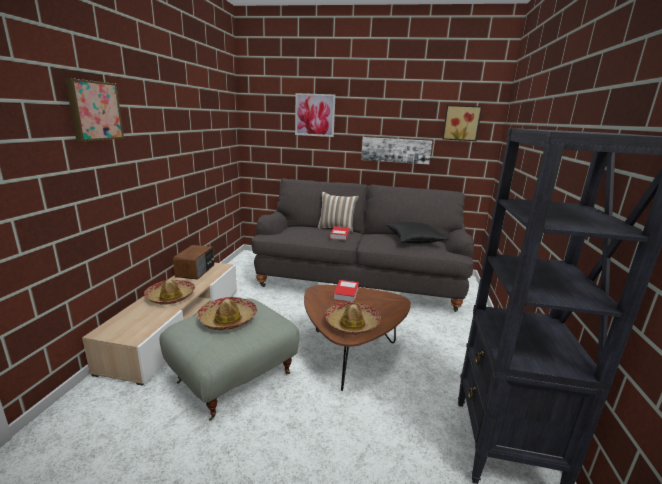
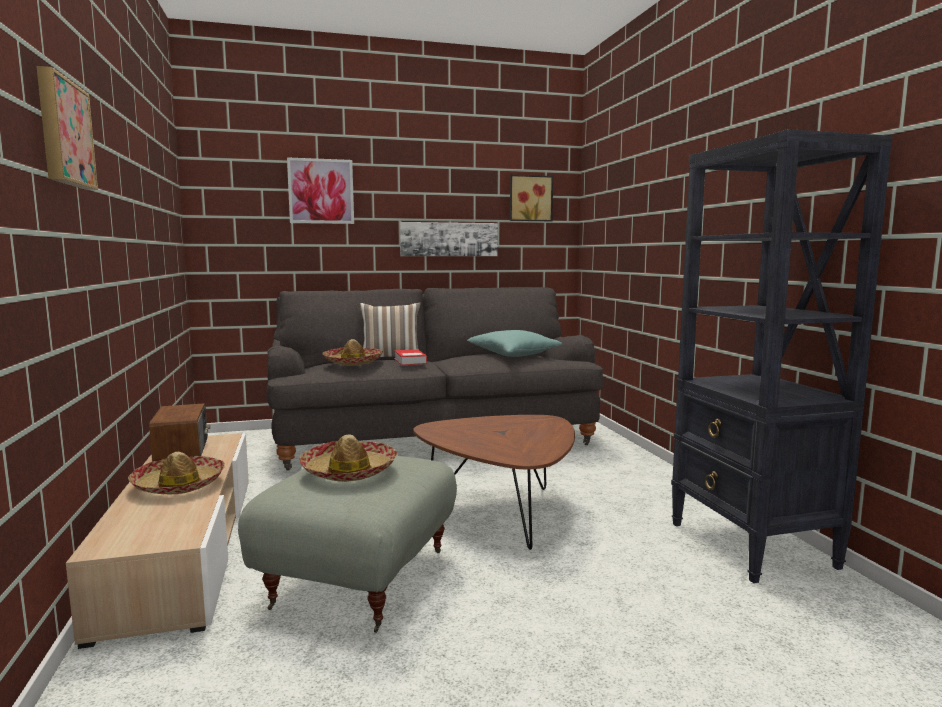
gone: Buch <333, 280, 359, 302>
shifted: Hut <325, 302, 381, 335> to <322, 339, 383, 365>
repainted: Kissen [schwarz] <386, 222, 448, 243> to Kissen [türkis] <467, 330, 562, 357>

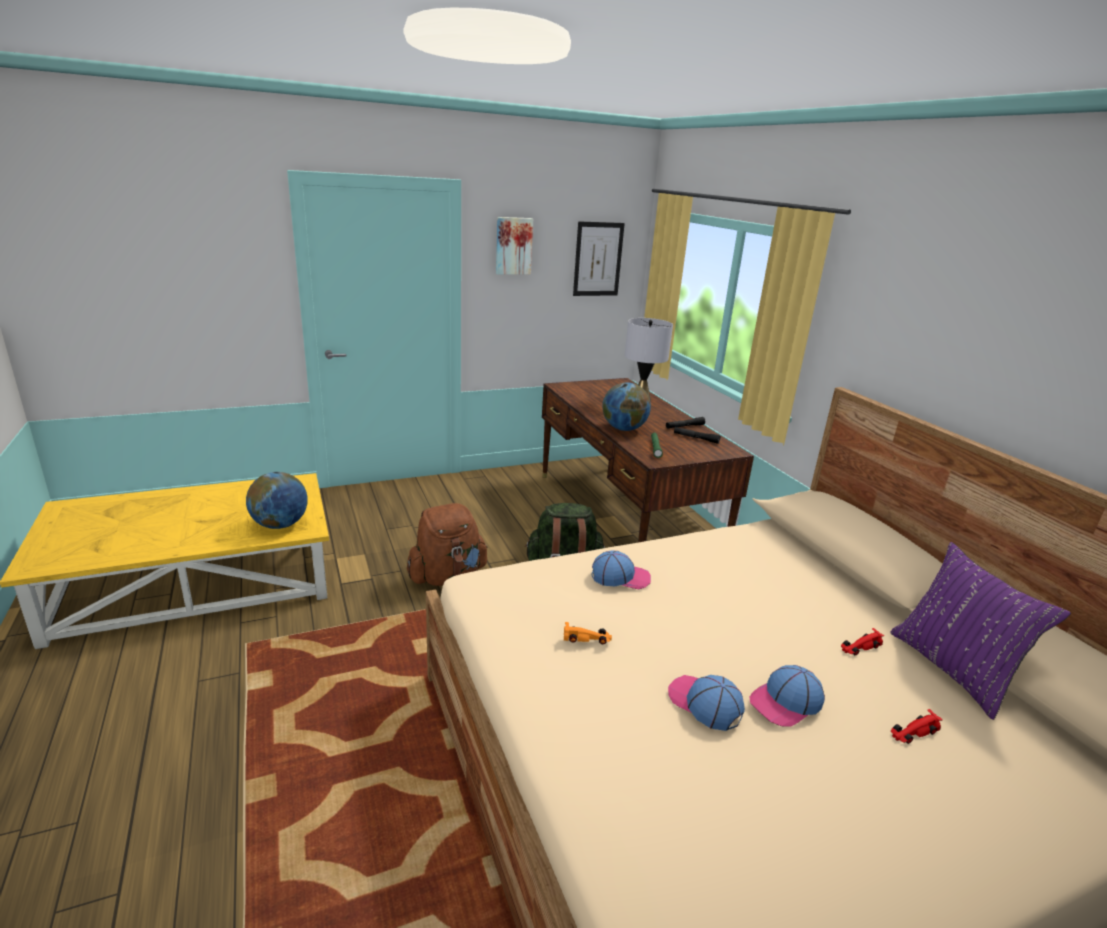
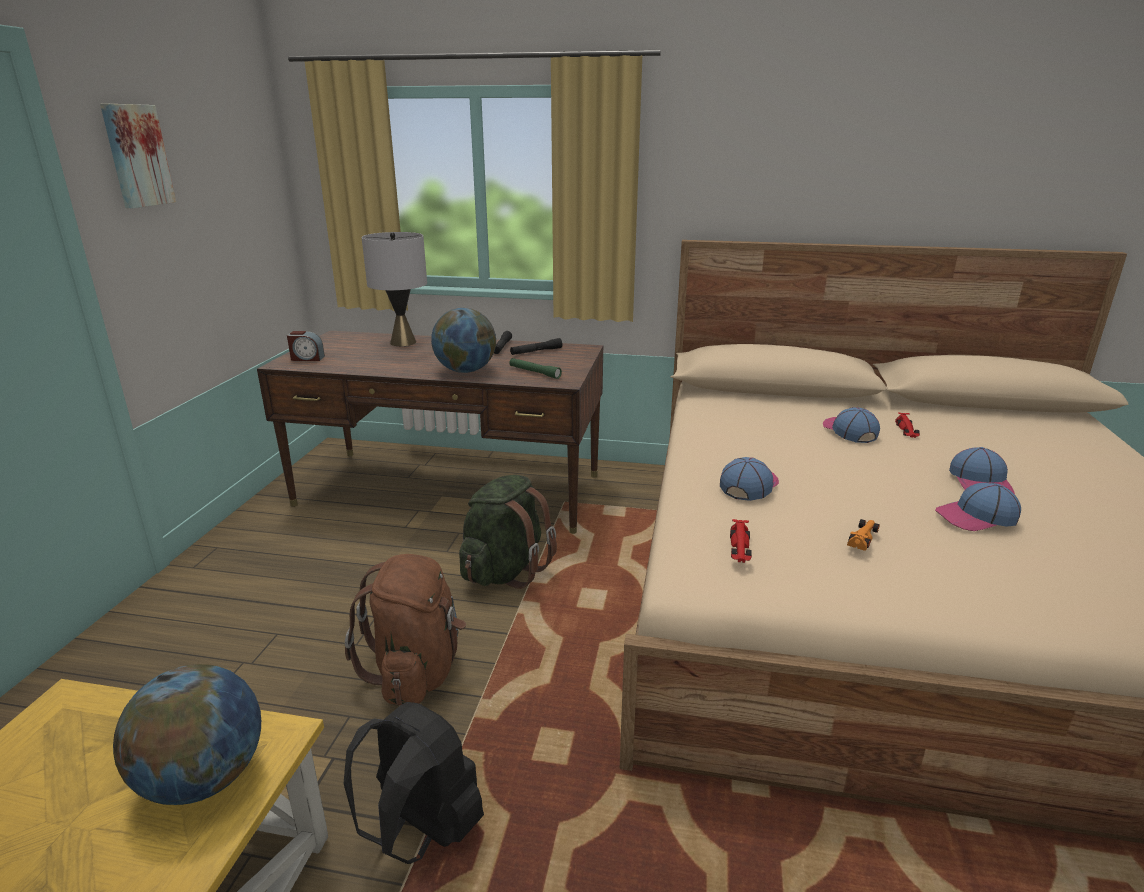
gone: Bild <573, 221, 625, 296>; Kissen [lila] <890, 542, 1071, 720>
new: Wecker <287, 331, 325, 361>; Rucksack [schwarz] <343, 702, 484, 864>; Kappe <823, 407, 880, 443>
shifted: Spielzeugauto [rot] <891, 709, 943, 744> to <730, 519, 752, 563>

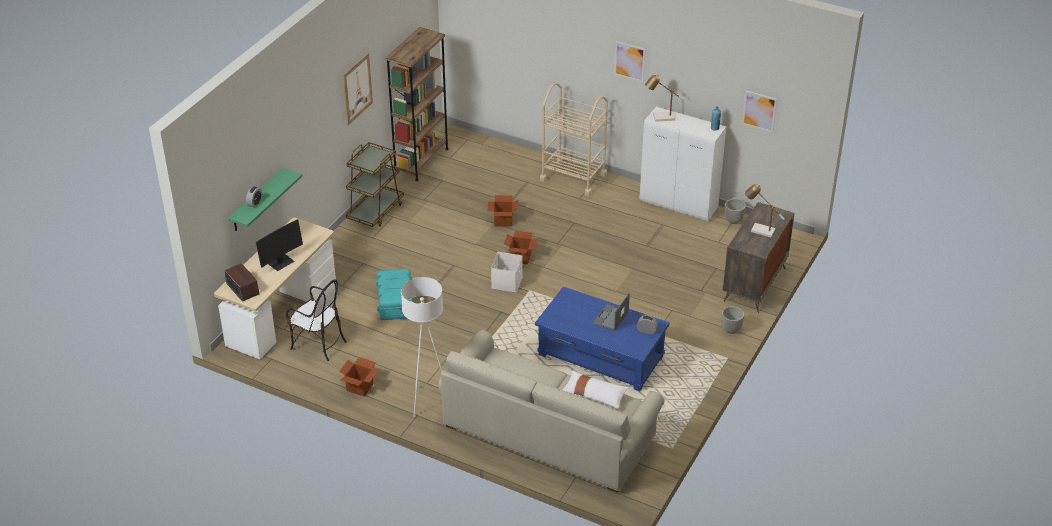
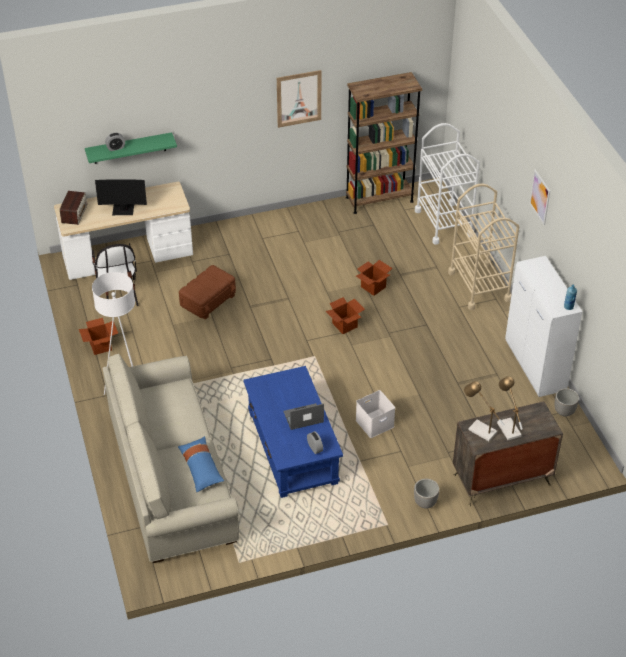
gone: Rollwagen [braun] <346, 142, 404, 227>; Bild <742, 91, 777, 133>
new: Rollwagen [weiß] <415, 123, 480, 245>
shifted: Aufbewahrungsbox [weiß] <491, 252, 523, 292> to <356, 390, 395, 438>; Tischlampe <645, 74, 684, 122> to <464, 381, 505, 441>
repainted: Aufbewahrungsbox [türkis] <375, 269, 413, 320> to Aufbewahrungsbox [braun] <179, 265, 236, 320>; Kissen [weiß] <563, 371, 628, 409> to Kissen [blau] <178, 436, 224, 492>

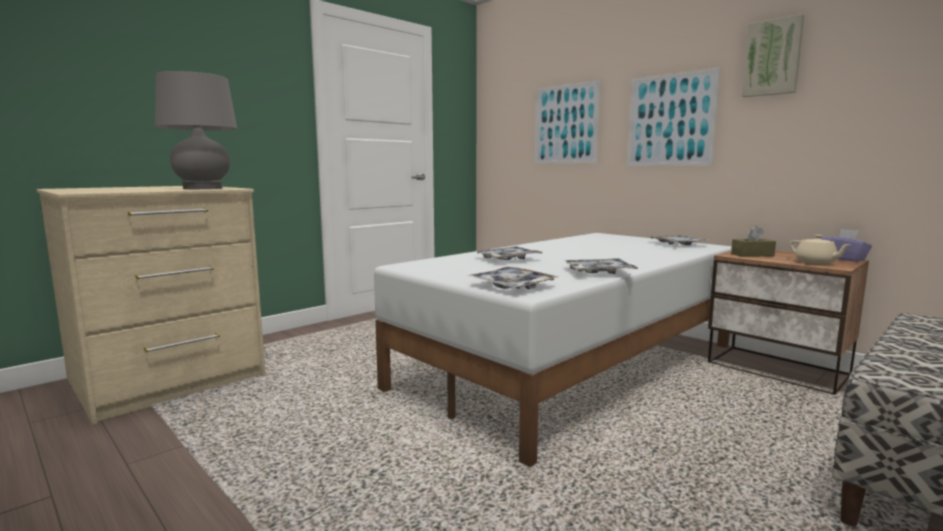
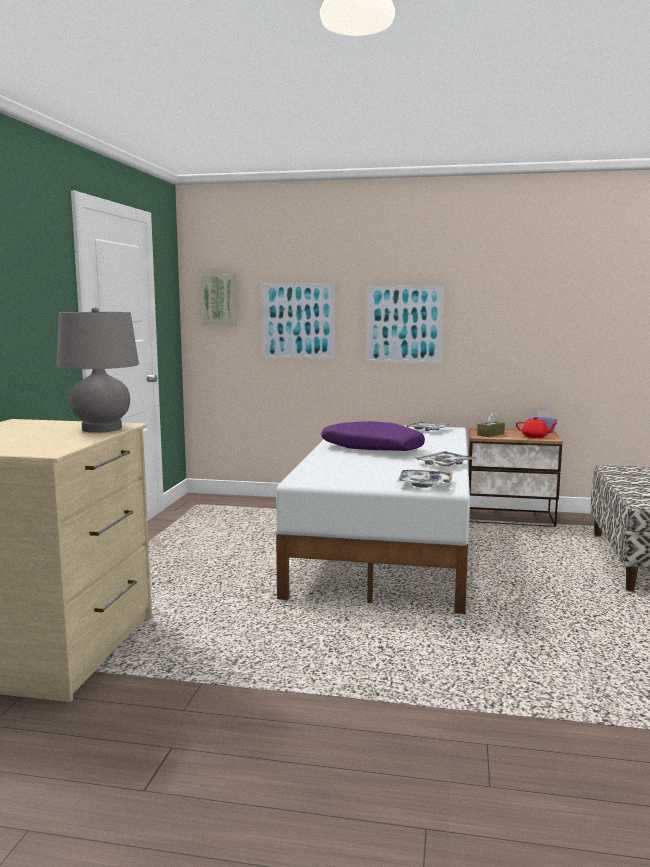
gone: Tablett <477, 246, 542, 260>
new: Kissen [lila] <321, 421, 425, 451>
shifted: Bild <742, 14, 804, 97> to <202, 274, 237, 326>
repainted: Teekanne [beige] <790, 235, 851, 264> to Teekanne [rot] <516, 417, 557, 438>

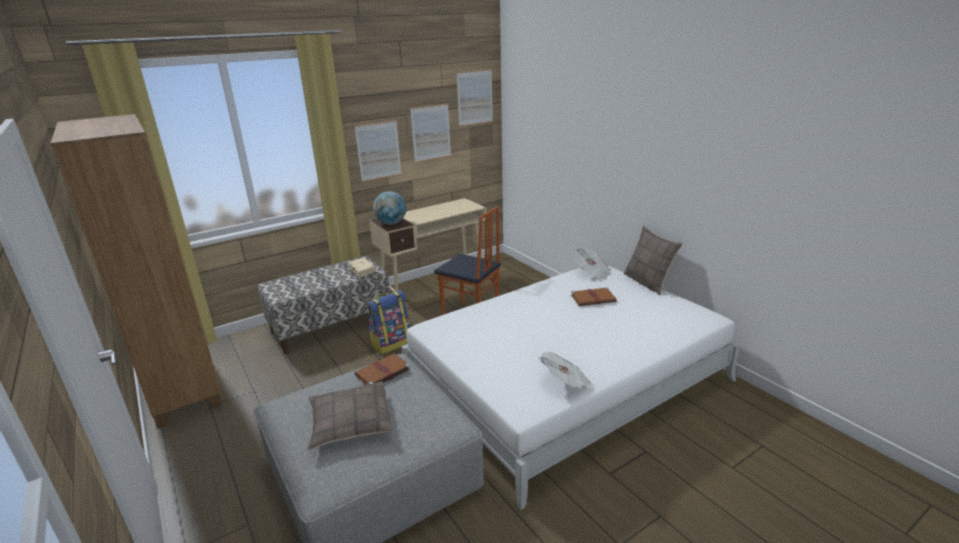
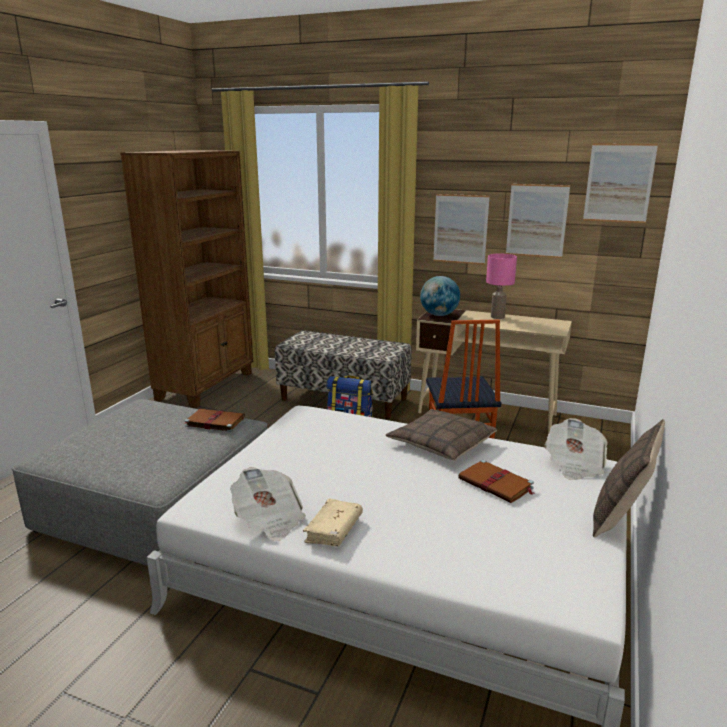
new: Tischlampe [rosa] <486, 254, 517, 319>
shifted: Kissen <307, 381, 393, 450> to <386, 409, 497, 461>; Buch [beige] <348, 258, 377, 278> to <303, 499, 363, 546>

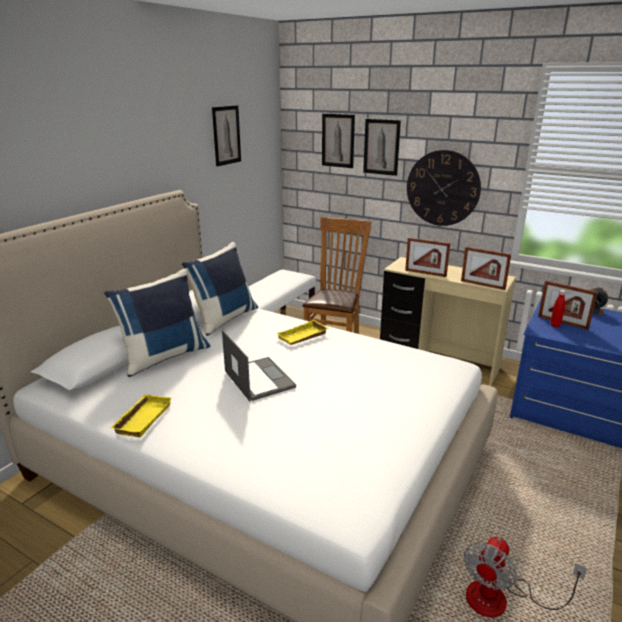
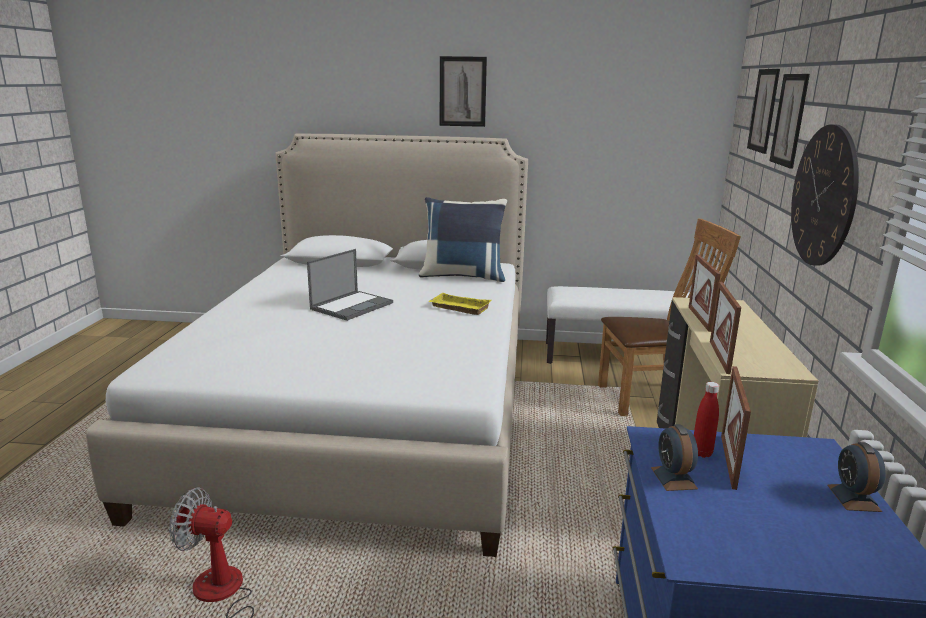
gone: Kissen [blau] <104, 269, 210, 377>; Tablett [gelb] <110, 394, 172, 437>
new: Wecker <651, 424, 698, 491>
shifted: Bild <212, 105, 241, 166> to <440, 56, 487, 127>

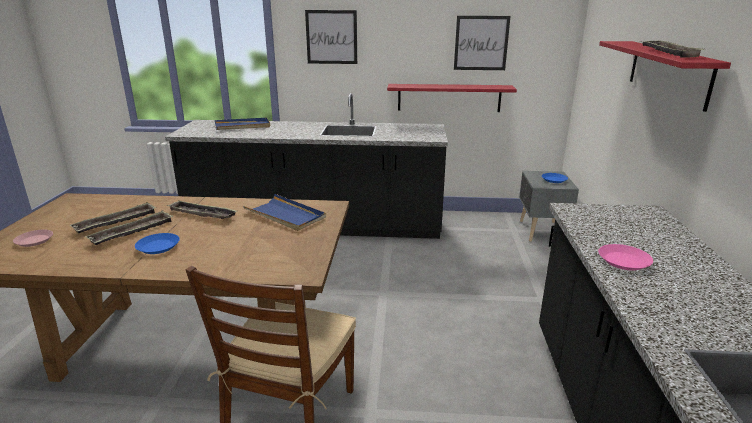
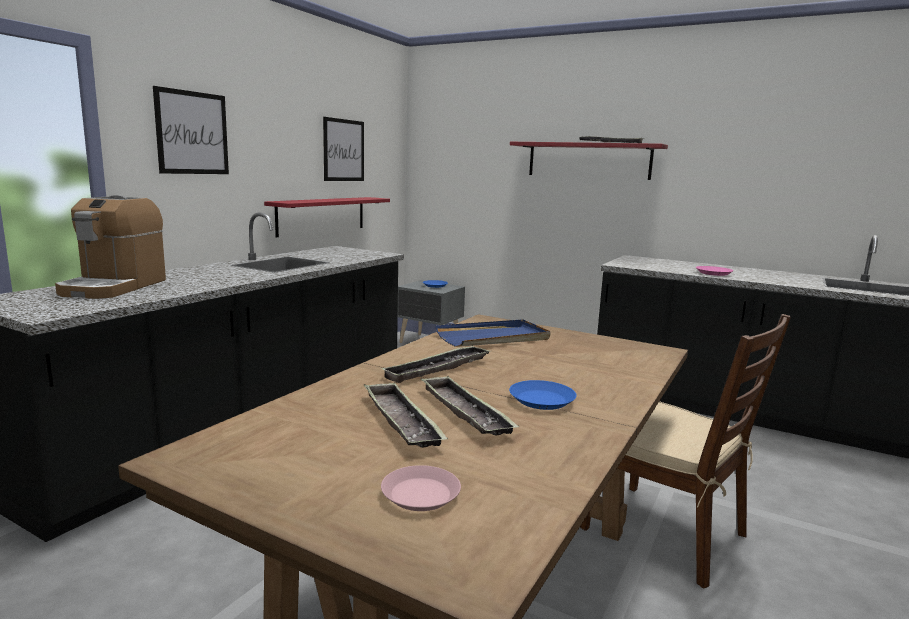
swapped: Tablett [blau] <215, 118, 270, 130> to Kaffeemaschine <55, 195, 166, 299>

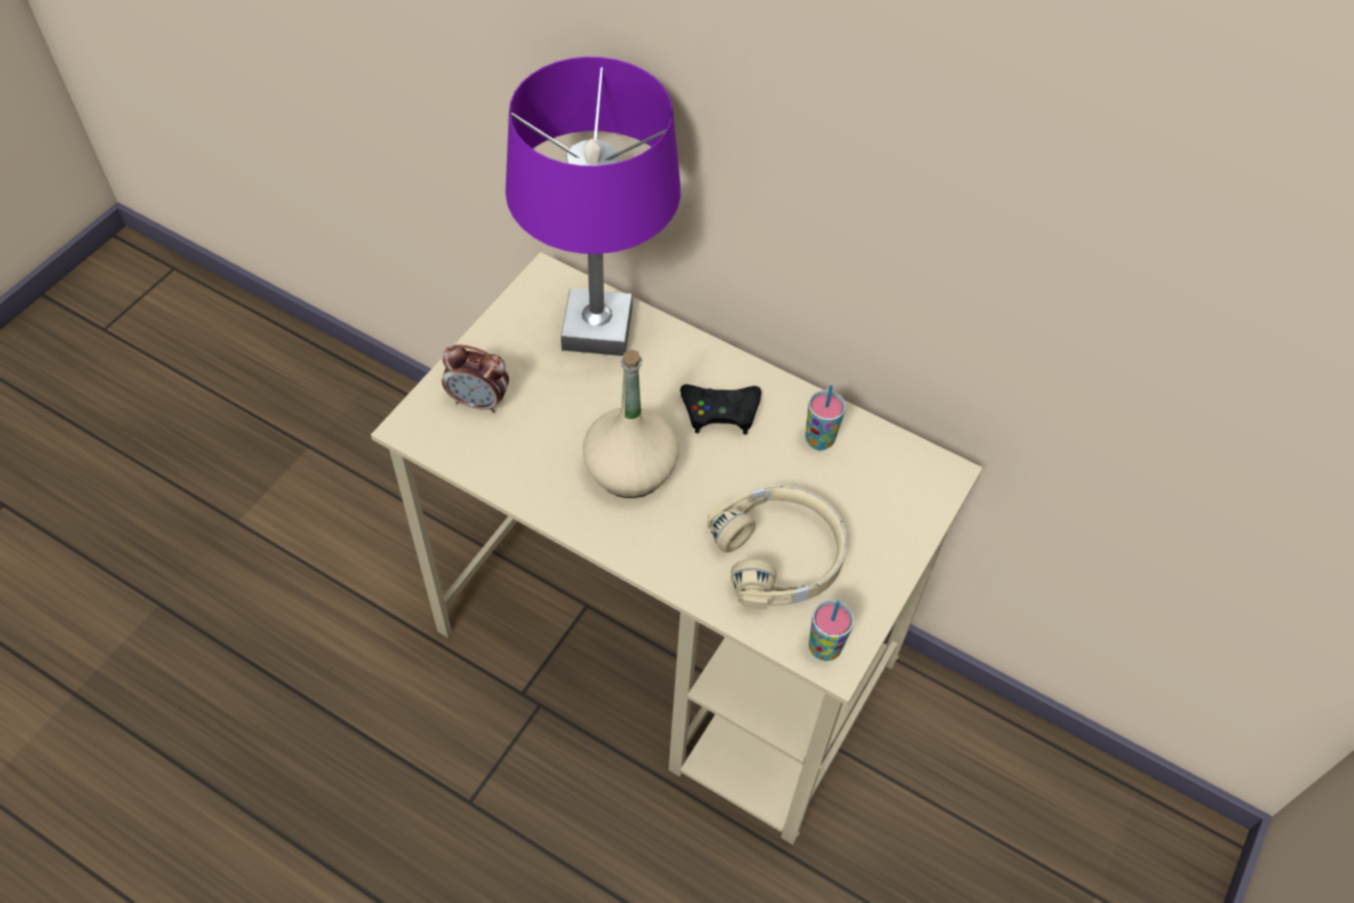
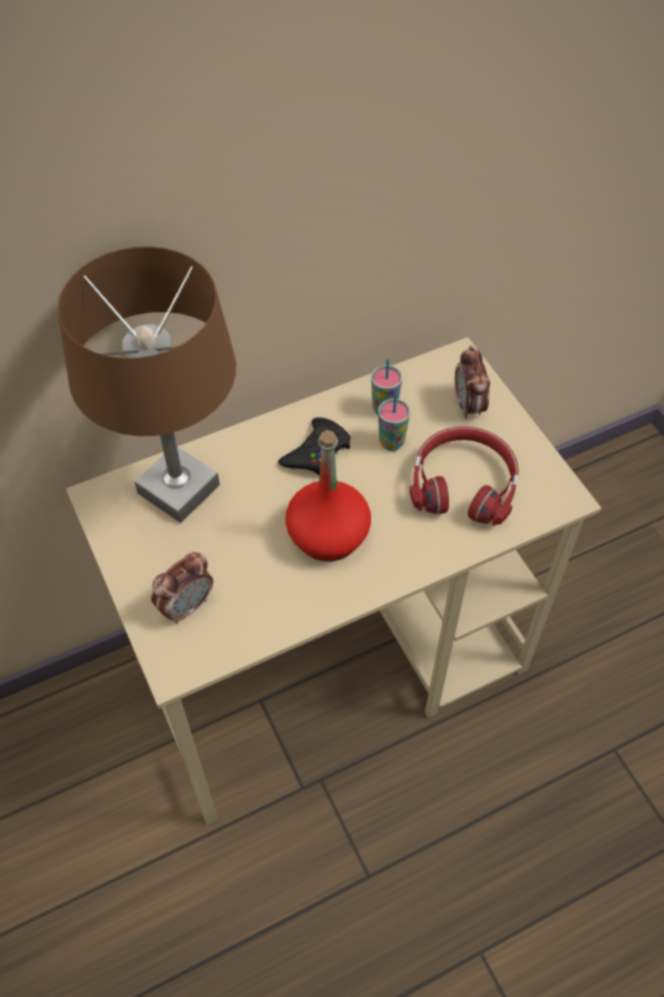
new: Wecker <455, 346, 490, 419>
shifted: Tasse <809, 600, 854, 661> to <378, 393, 410, 451>
repainted: Tischlampe [lila] <505, 57, 681, 356> to Tischlampe [braun] <57, 246, 236, 523>; Flasche [beige] <583, 349, 679, 498> to Flasche [rot] <285, 430, 371, 561>; Kopfhörer [beige] <707, 485, 847, 610> to Kopfhörer [rot] <410, 426, 519, 526>

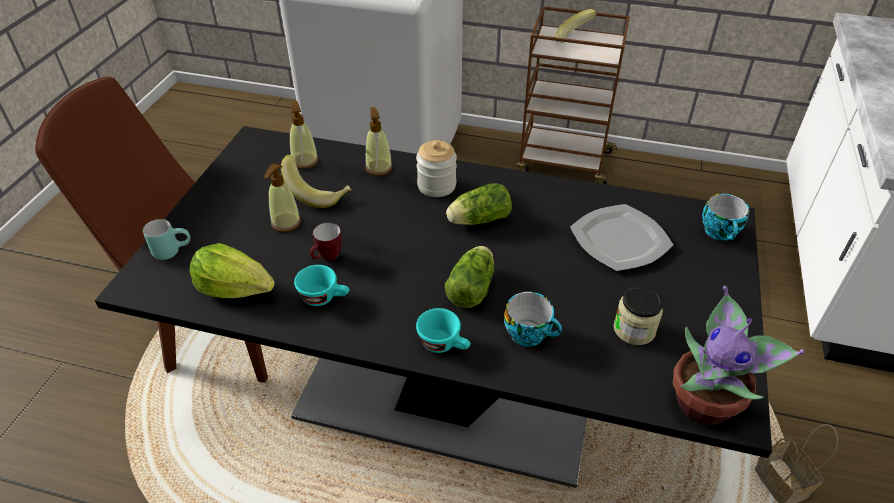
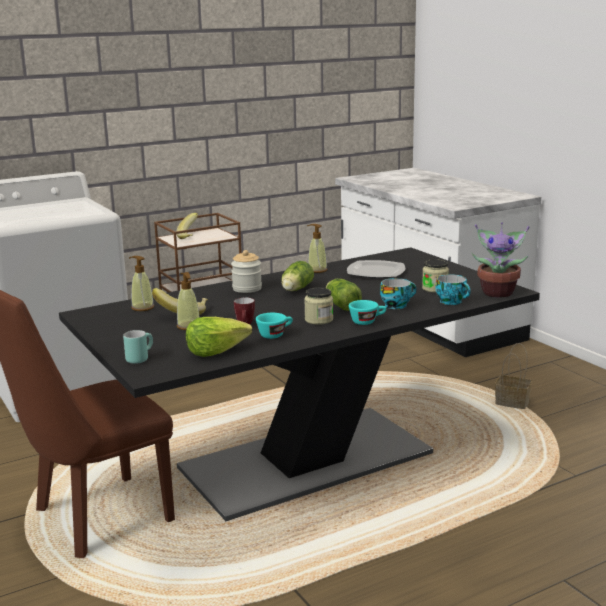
new: Vorratsglas <304, 287, 333, 325>
shifted: Seifenspender <365, 107, 393, 176> to <307, 224, 328, 273>; Tasse <702, 193, 750, 241> to <435, 274, 471, 305>

